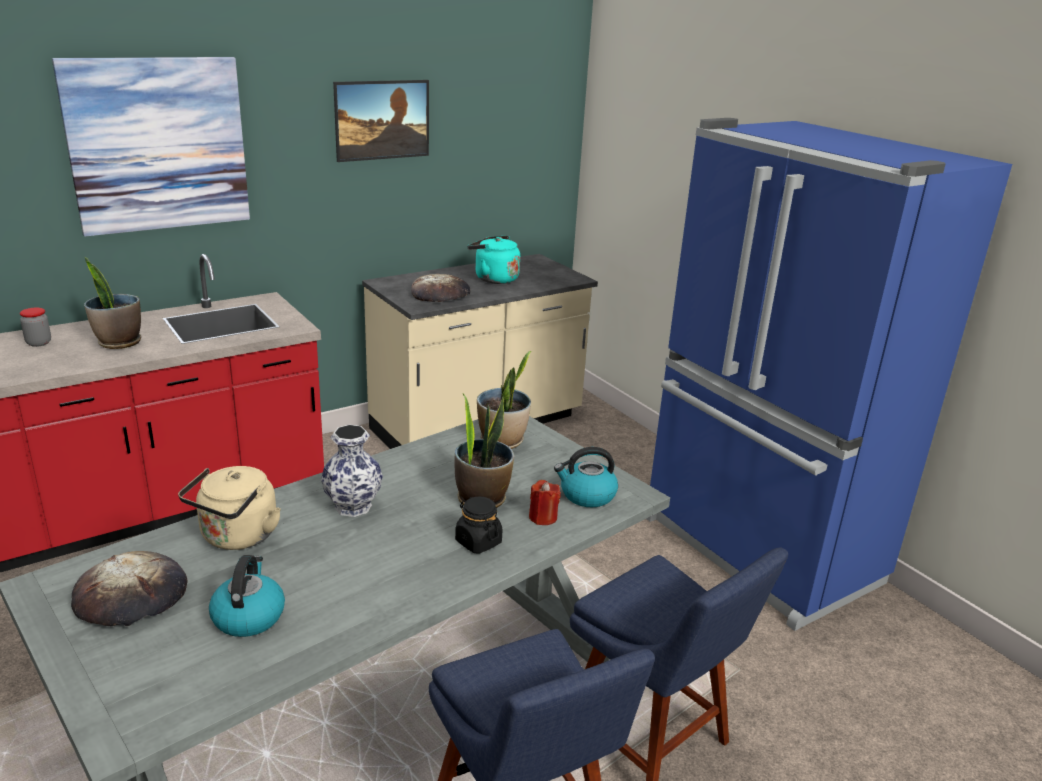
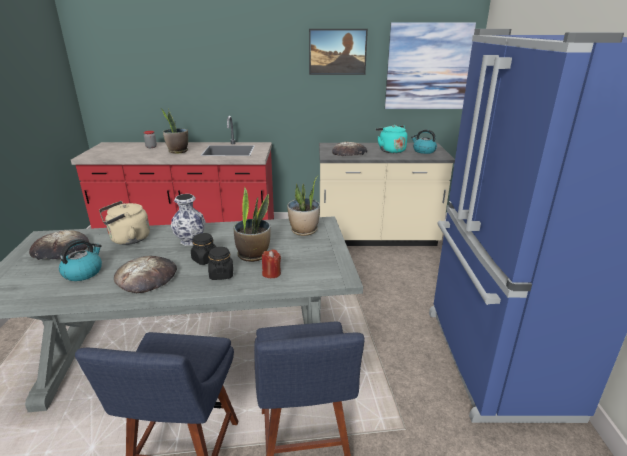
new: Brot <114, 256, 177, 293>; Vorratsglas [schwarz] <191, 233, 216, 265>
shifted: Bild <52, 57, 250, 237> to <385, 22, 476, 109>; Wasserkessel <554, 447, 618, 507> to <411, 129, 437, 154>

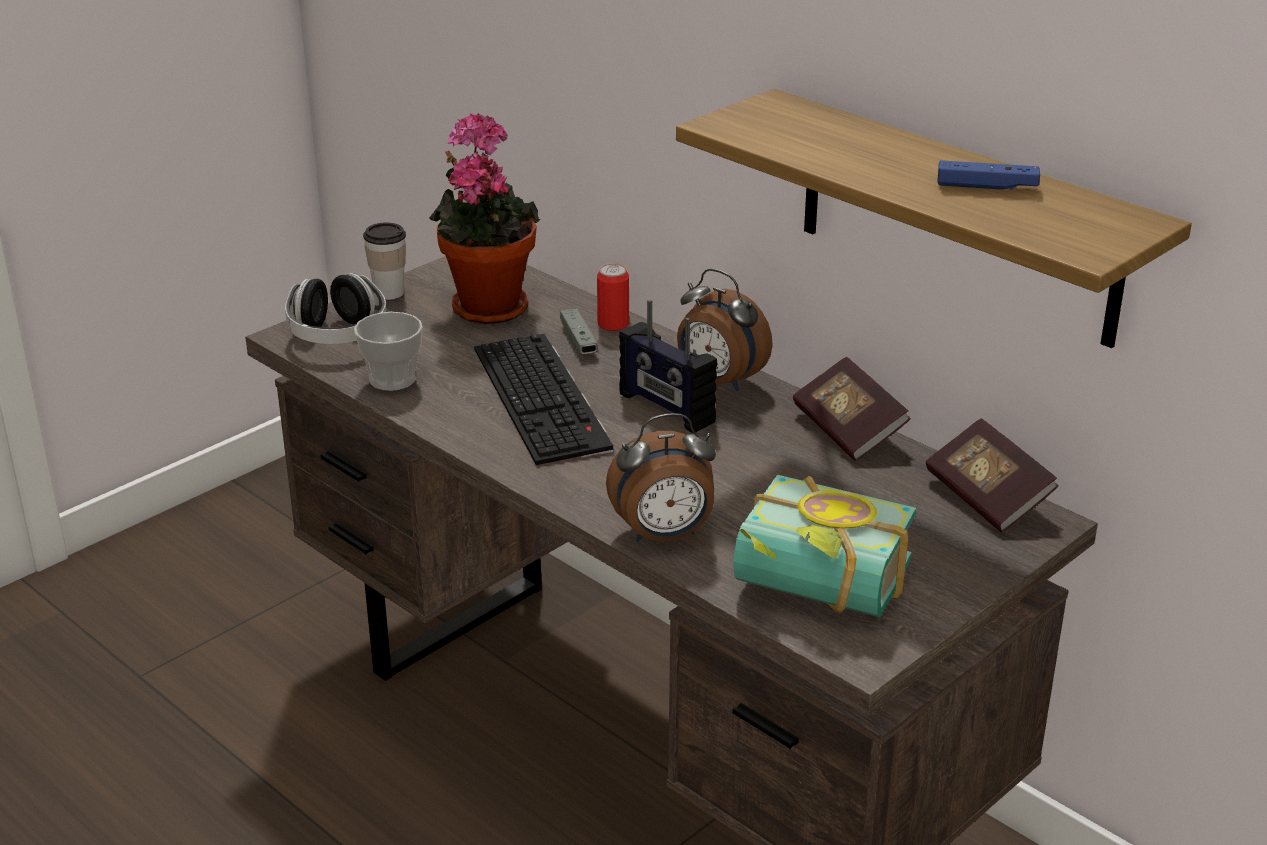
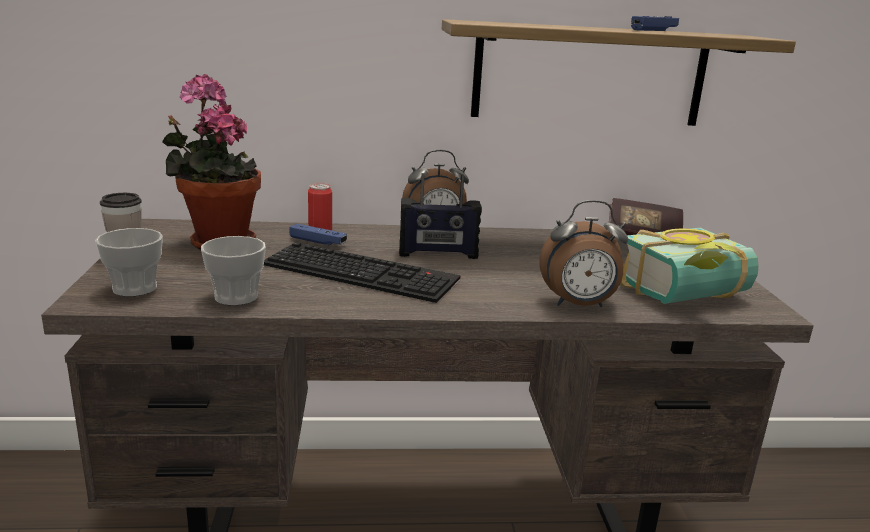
gone: Buch <793, 356, 911, 461>
swapped: Kopfhörer <285, 273, 387, 344> to Tasse <95, 228, 163, 297>
repainted: Gamepad [grau] <560, 309, 598, 354> to Gamepad [blau] <289, 224, 347, 245>
rotated: Wecker <606, 414, 716, 542> = <539, 200, 628, 307> 60 degrees clockwise

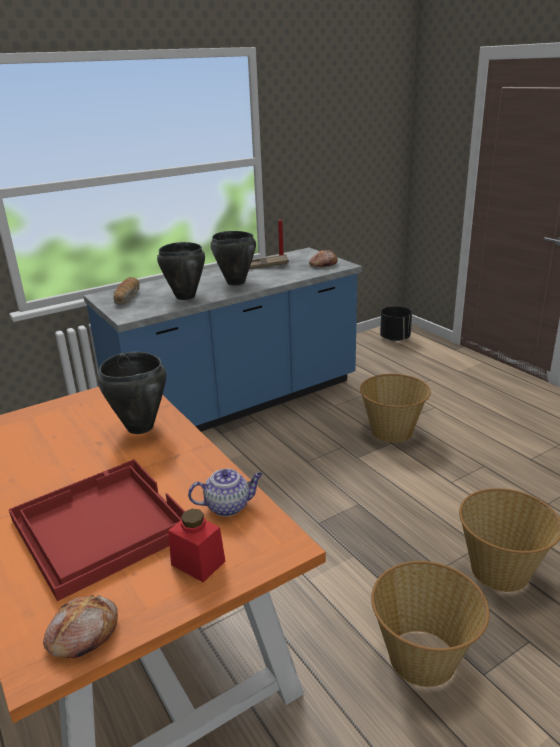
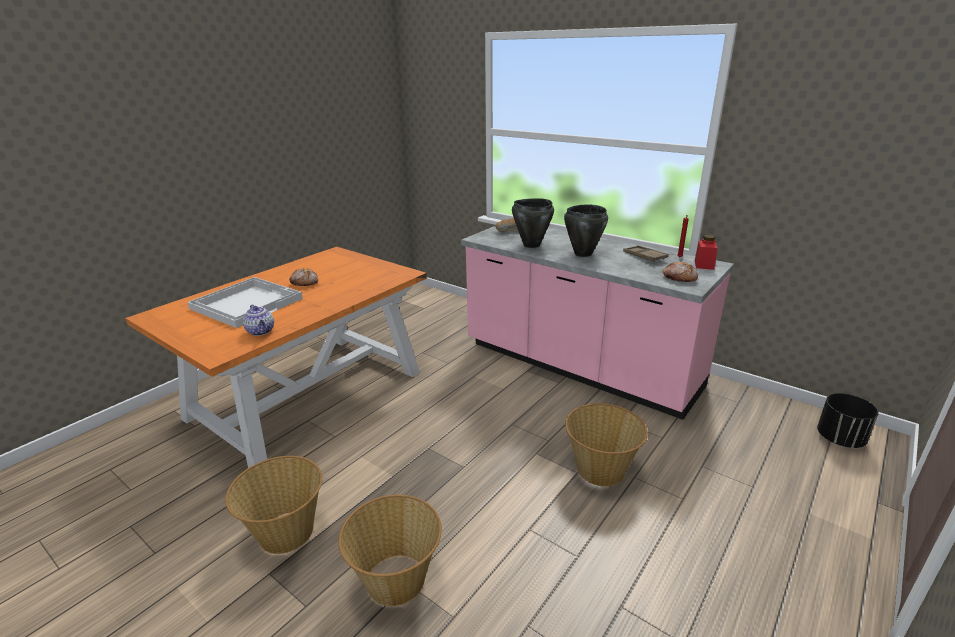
gone: Kochtopf [schwarz] <98, 352, 166, 434>
shifted: Brot <43, 595, 118, 658> to <289, 268, 318, 286>; Vorratsglas [rot] <168, 509, 225, 582> to <695, 235, 718, 270>
repainted: Tablett [rot] <9, 459, 185, 601> to Tablett [weiß] <187, 277, 303, 328>; Küchenzeile [blau] <84, 248, 362, 432> to Küchenzeile [rosa] <461, 226, 734, 420>

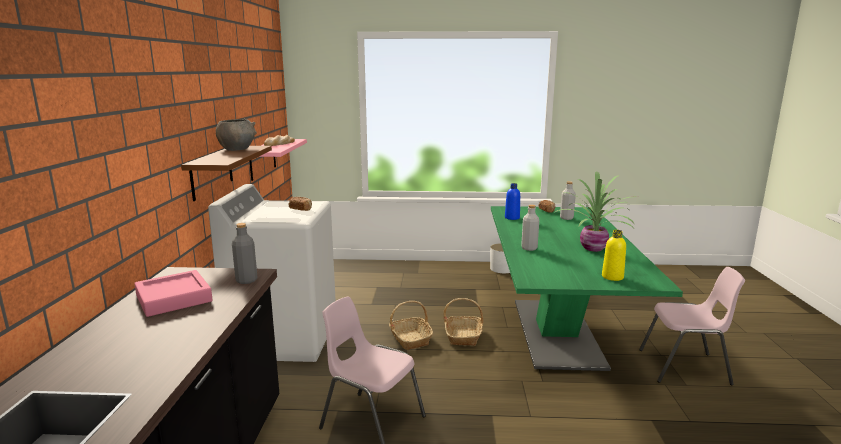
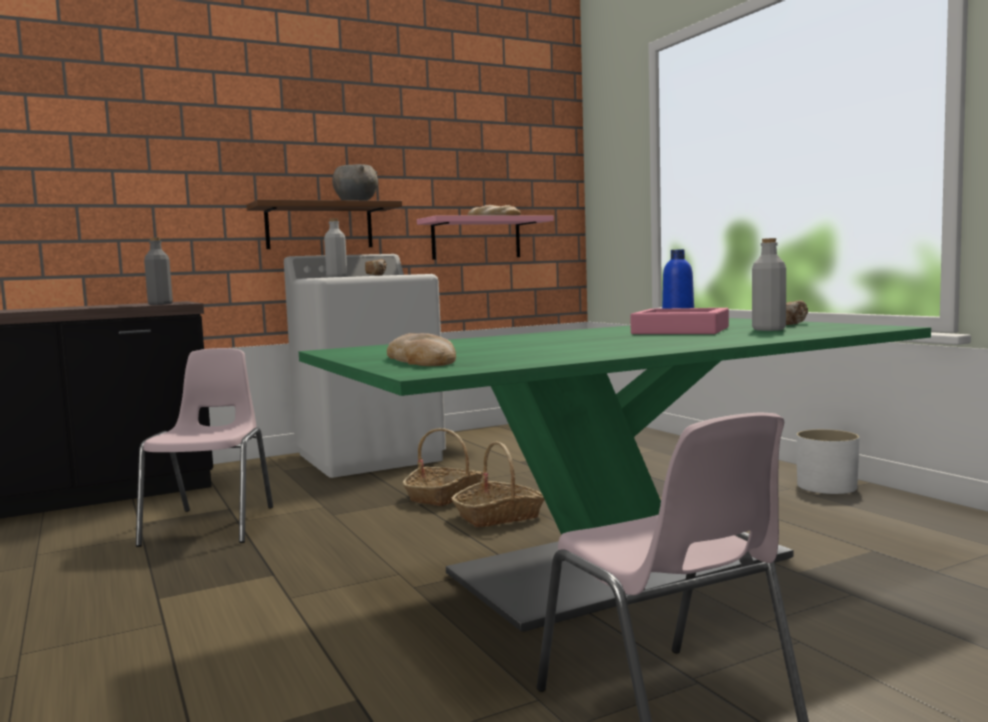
gone: Topfpflanze <554, 171, 637, 252>
shifted: Tablett [rosa] <134, 270, 213, 317> to <630, 308, 729, 334>; Flasche [grau] <521, 205, 539, 251> to <324, 218, 347, 277>
swapped: Flasche [gelb] <602, 230, 626, 281> to Brot <387, 333, 456, 366>

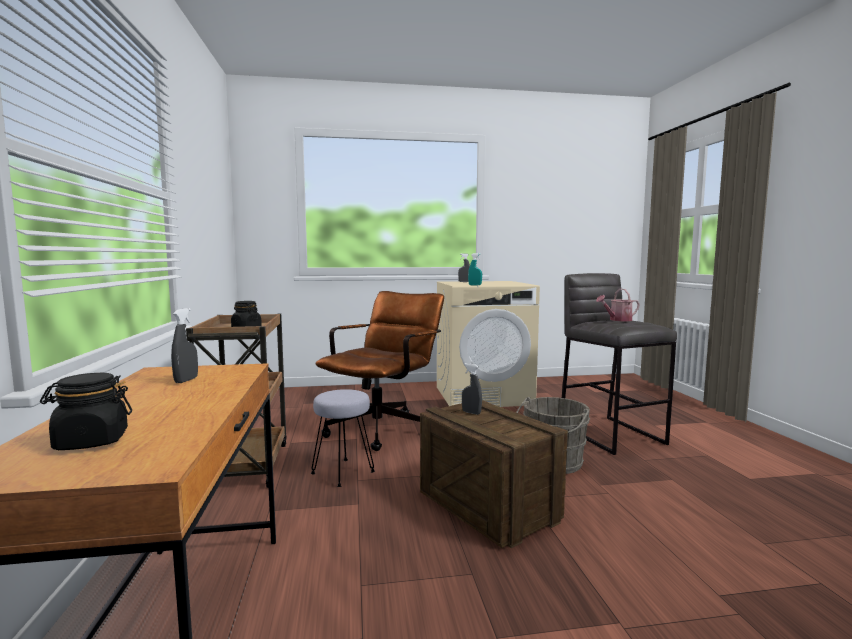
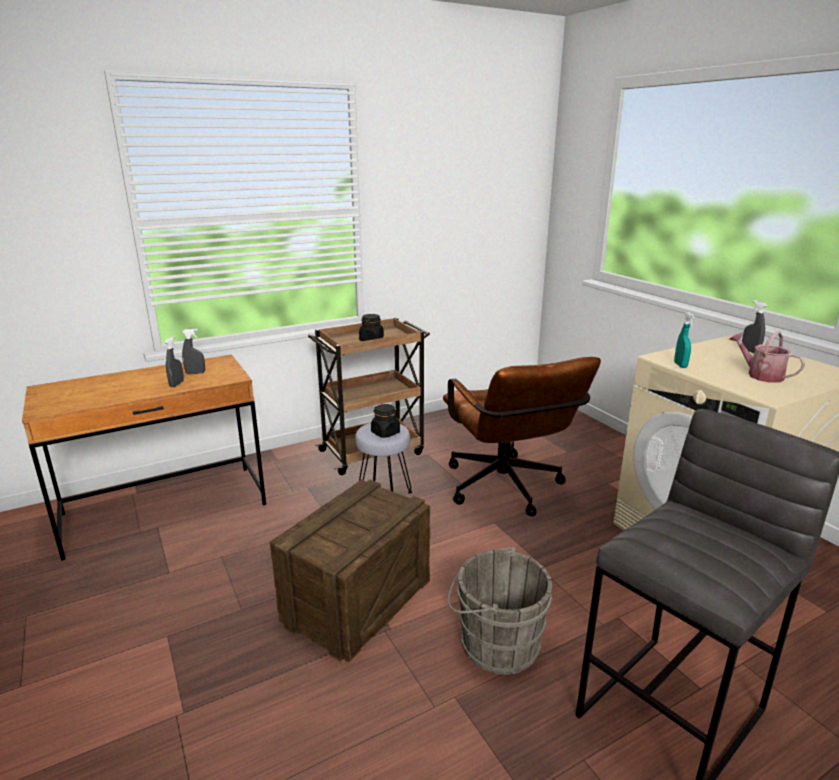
shifted: Vorratsglas [schwarz] <40, 373, 132, 450> to <371, 404, 400, 438>; Sprühflasche [grau] <462, 363, 482, 415> to <164, 336, 184, 387>; Gießkanne <596, 289, 640, 321> to <729, 331, 805, 383>
rotated: Bürostuhl [braun] <315, 291, 444, 451> = <443, 357, 601, 517> 60 degrees clockwise

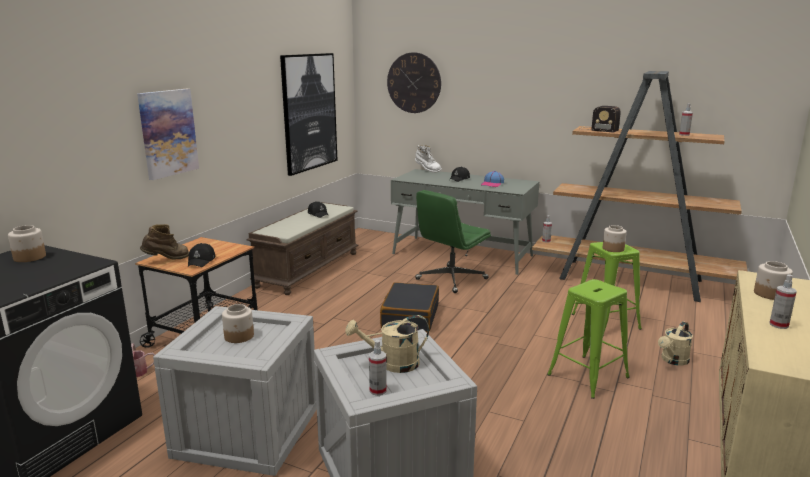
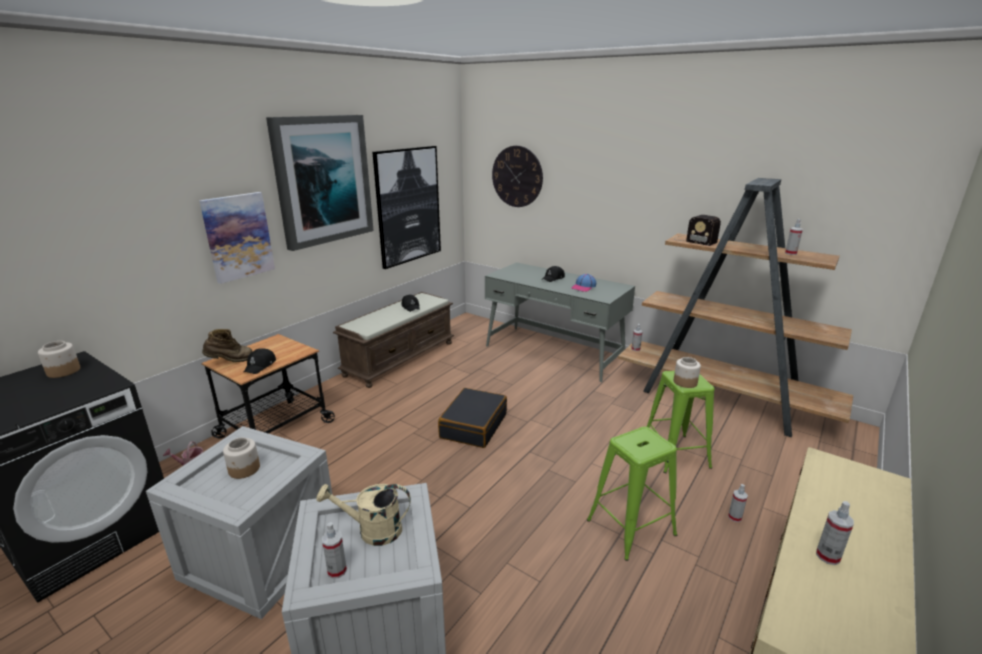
gone: Stiefel [weiß] <415, 145, 442, 173>; Bürostuhl [grün] <415, 190, 491, 293>; Vorratsglas <754, 261, 793, 300>
new: Bild <266, 115, 374, 251>
swapped: Gießkanne [beige] <658, 321, 693, 365> to Sprühflasche <728, 484, 748, 522>

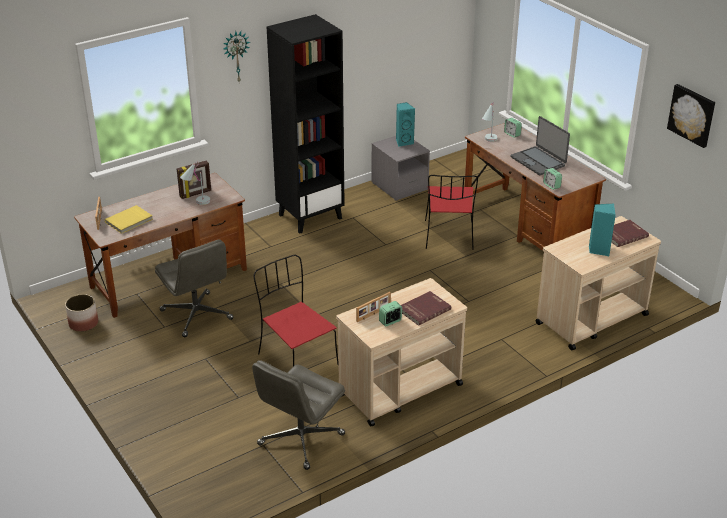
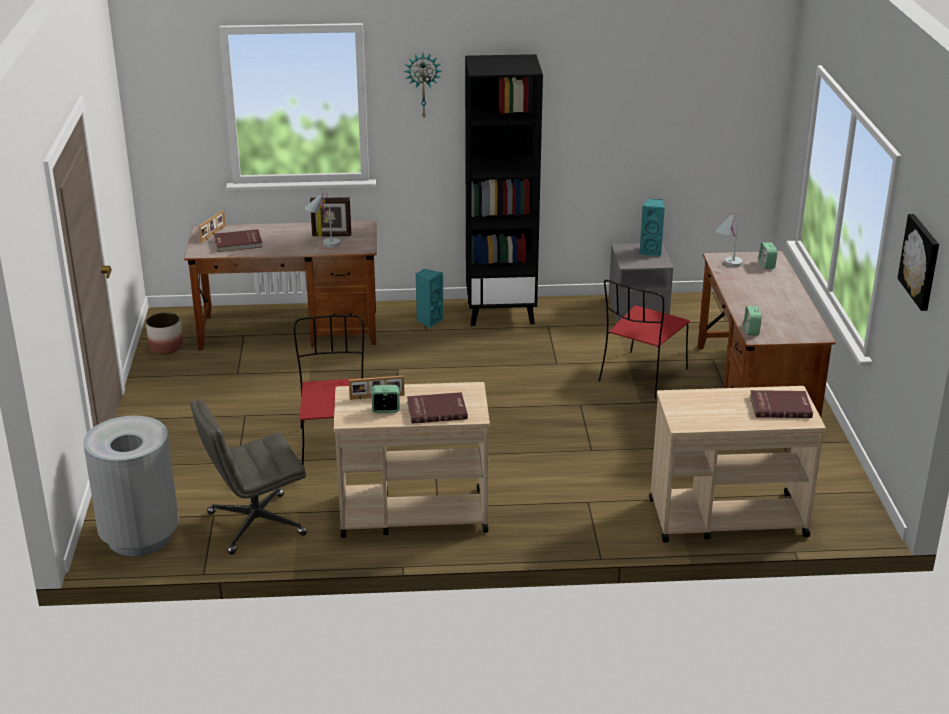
gone: Bürostuhl [grau] <155, 239, 234, 338>; Laptop <511, 116, 570, 175>
new: Mülleimer [grau] <83, 416, 179, 556>
shifted: Lautsprecher [türkis] <589, 203, 616, 256> to <416, 269, 443, 328>
repainted: Buch [gelb] <105, 205, 153, 234> to Buch [rot] <214, 229, 263, 252>

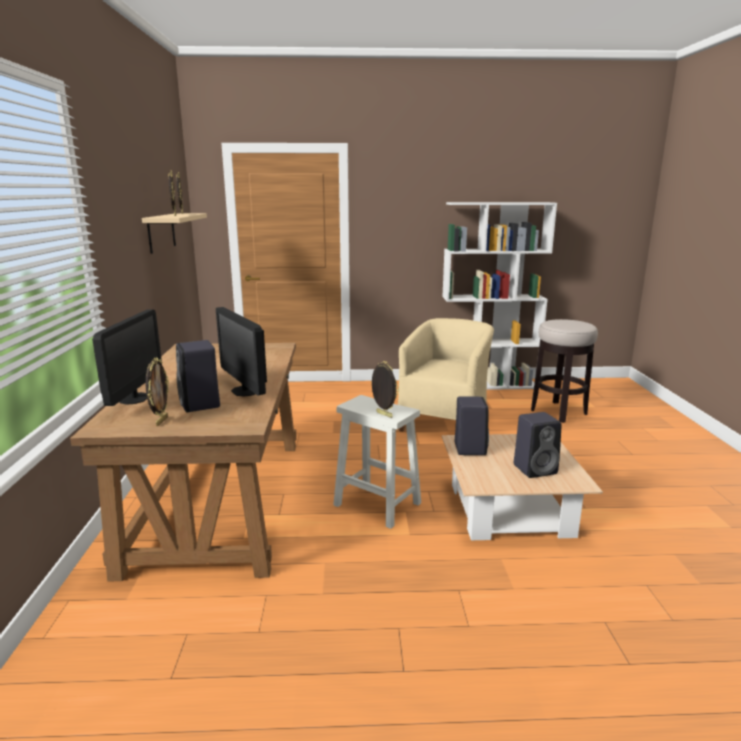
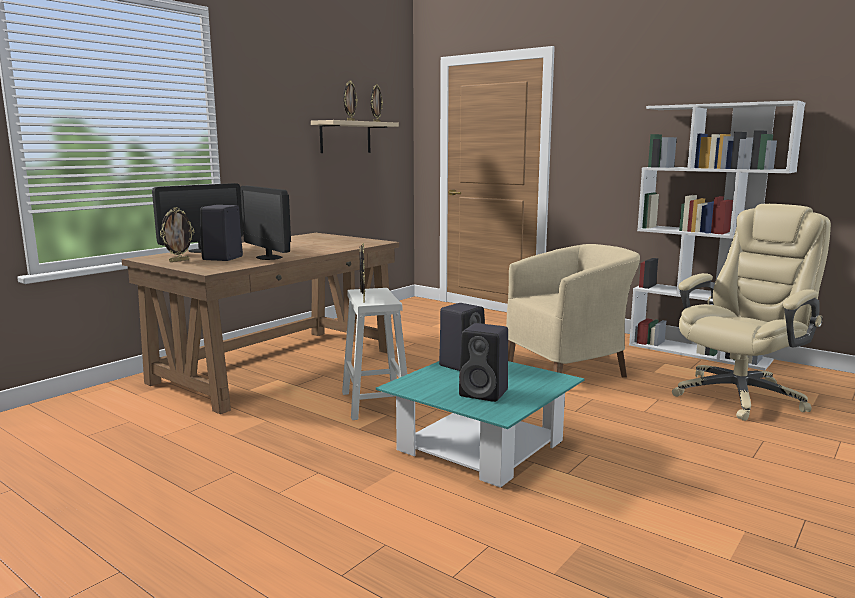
swapped: Hocker <531, 319, 598, 423> to Bürostuhl [beige] <672, 204, 831, 421>
repainted: Couchtisch [beige] <442, 434, 603, 540> to Couchtisch [türkis] <376, 361, 584, 488>
rotated: Monitor <216, 307, 267, 396> = <240, 186, 291, 260> 45 degrees counterclockwise

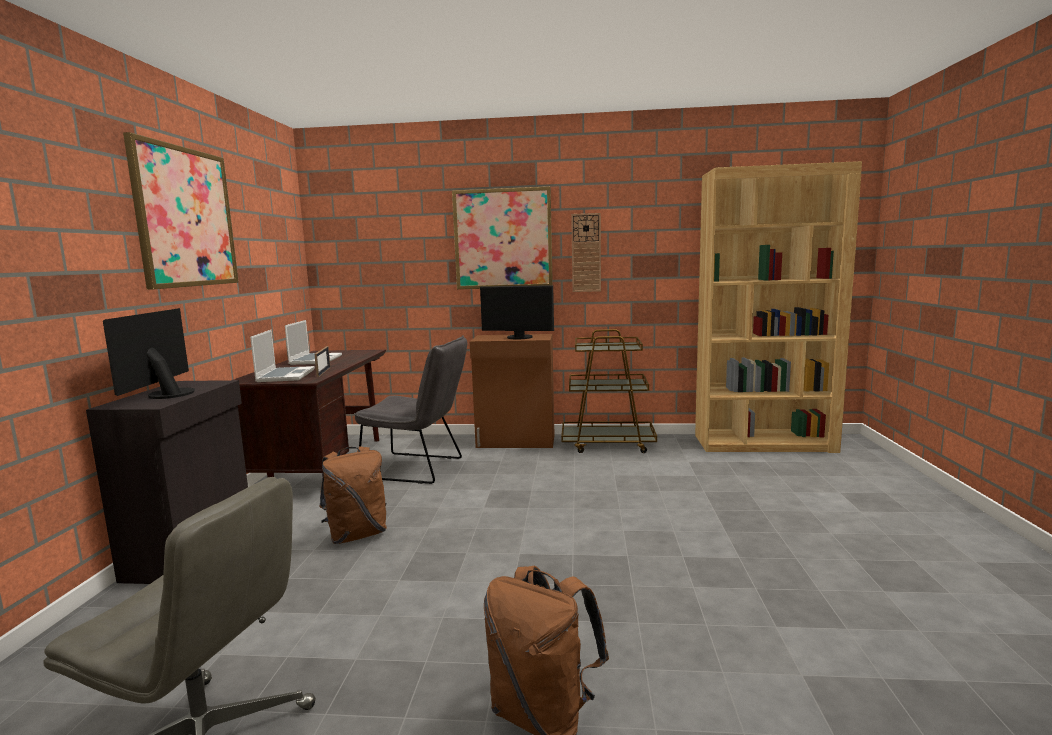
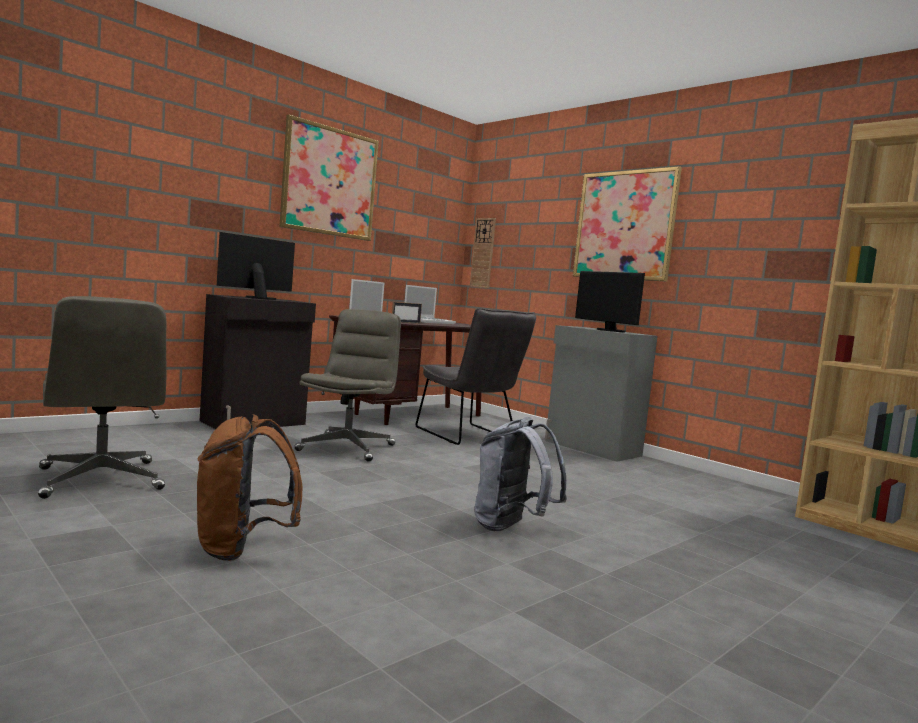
gone: Rollwagen [braun] <561, 329, 657, 453>
new: Rucksack [grau] <475, 417, 567, 531>
shifted: Wanduhr <571, 213, 601, 292> to <470, 218, 496, 288>
swapped: Rucksack [braun] <319, 446, 387, 544> to Bürostuhl [grau] <295, 309, 401, 462>
repainted: Schrank [braun] <470, 334, 555, 448> to Schrank [grau] <545, 325, 658, 462>

